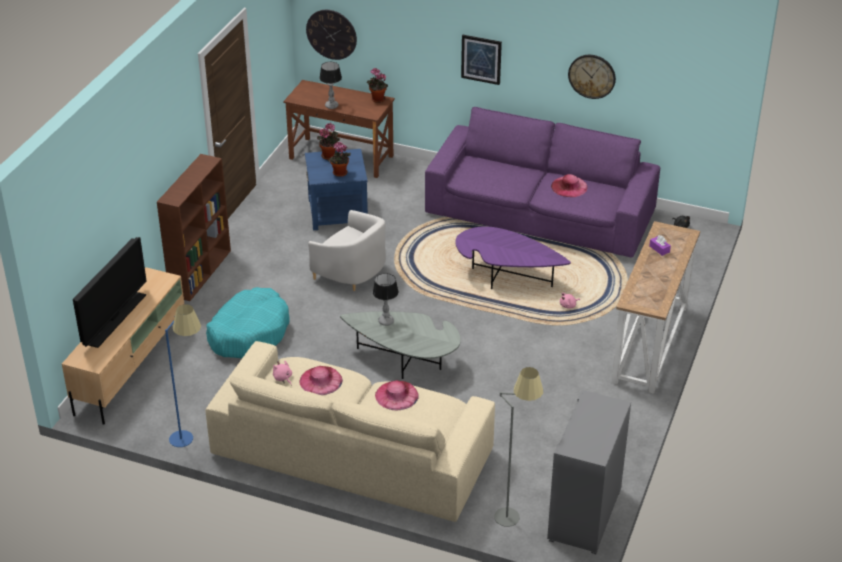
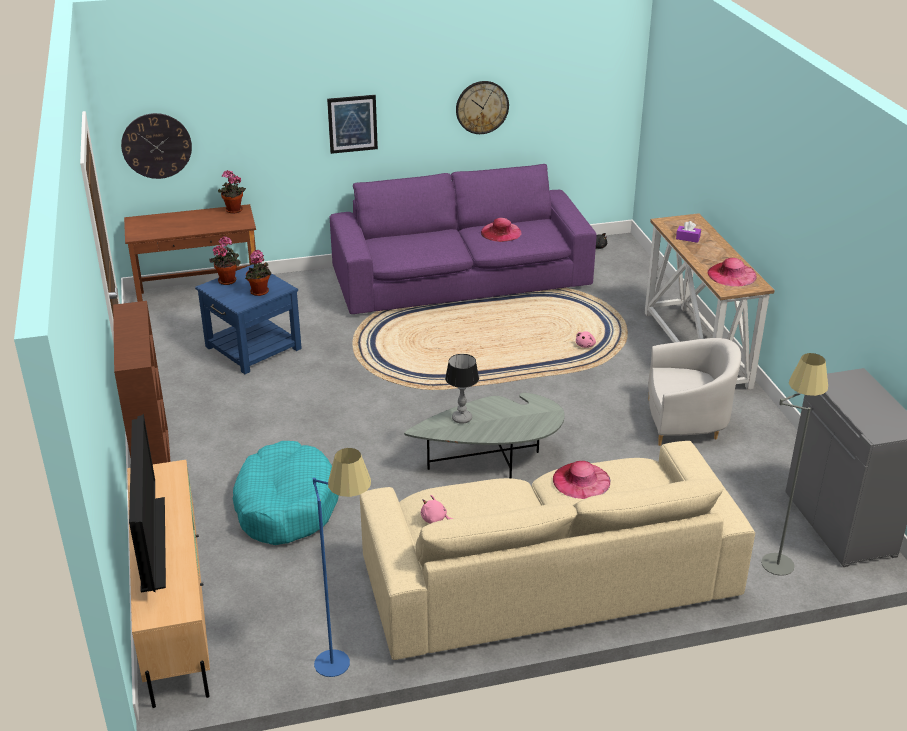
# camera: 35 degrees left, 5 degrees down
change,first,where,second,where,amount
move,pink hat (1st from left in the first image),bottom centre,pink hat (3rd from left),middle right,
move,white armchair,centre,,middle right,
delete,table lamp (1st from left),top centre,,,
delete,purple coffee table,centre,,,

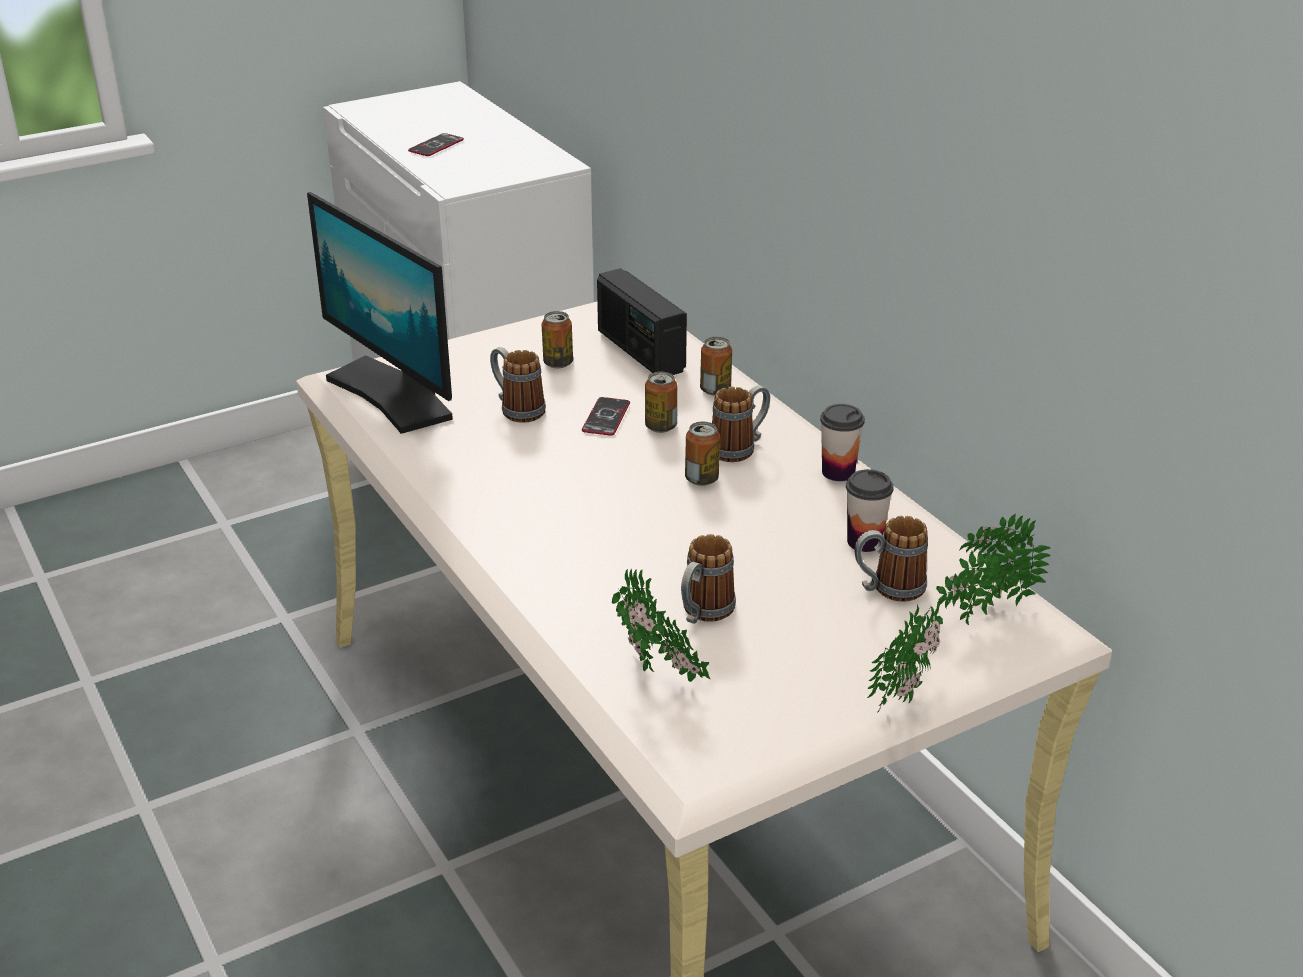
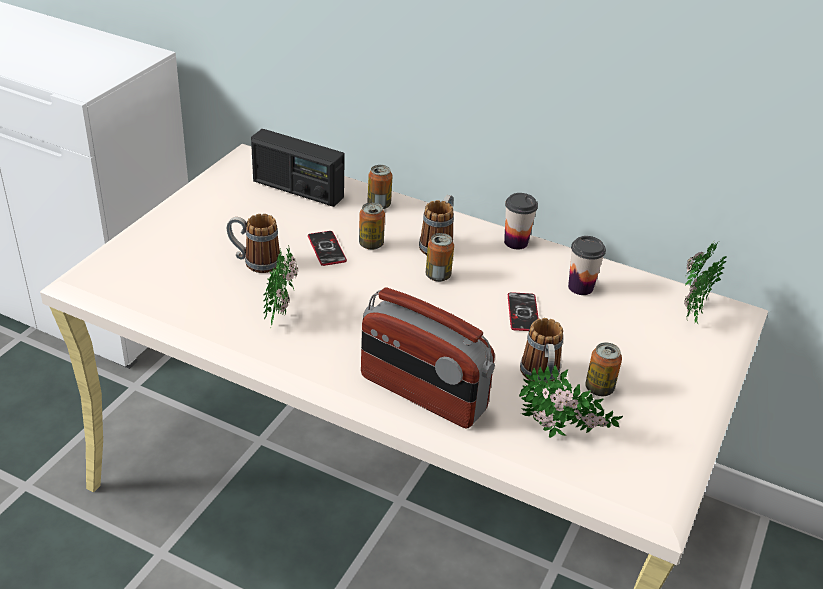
# camera: 35 degrees left, 5 degrees up
change,first,where,second,where,amount
delete,monitor,top left,,,
move,phone (1st from left in the first image),top centre,phone (2nd from left),centre,
move,can (1st from left in the first image),centre,can (4th from left),middle right,
delete,mug (4th from left),middle right,,,
move,potted plant (2nd from left in the first image),bottom right,potted plant (1st from left),centre,
insert,,,radio (2nd from left),centre,

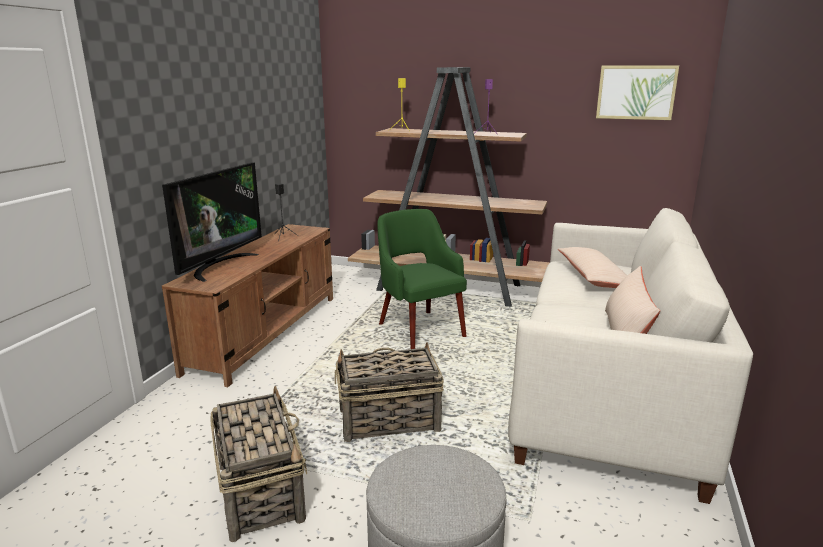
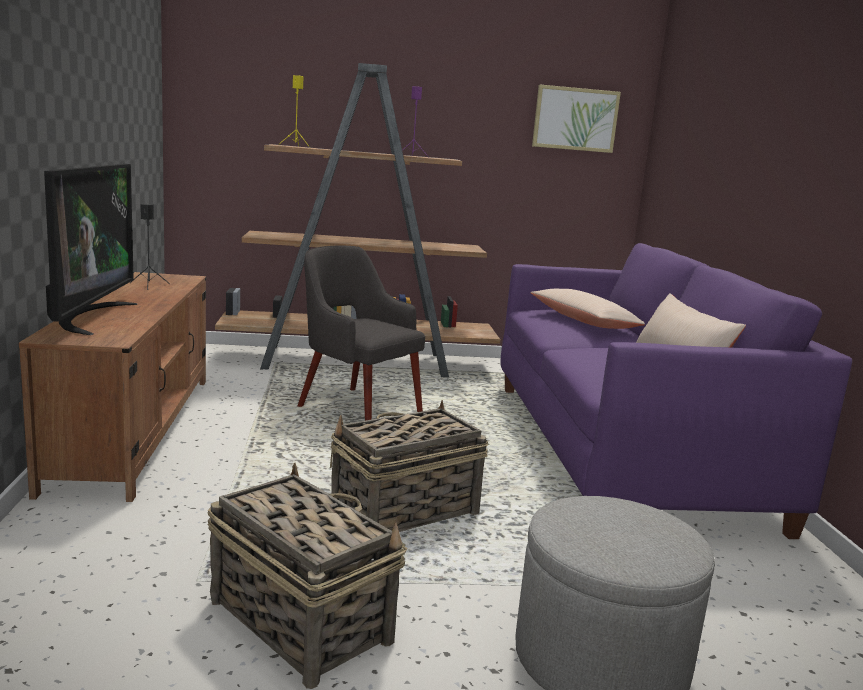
# camera: 25 degrees left, 5 degrees down
change,first,where,second,where,amount
recolor,green armchair,centre,grey armchair,centre,
recolor,white sofa,middle right,purple sofa,middle right,

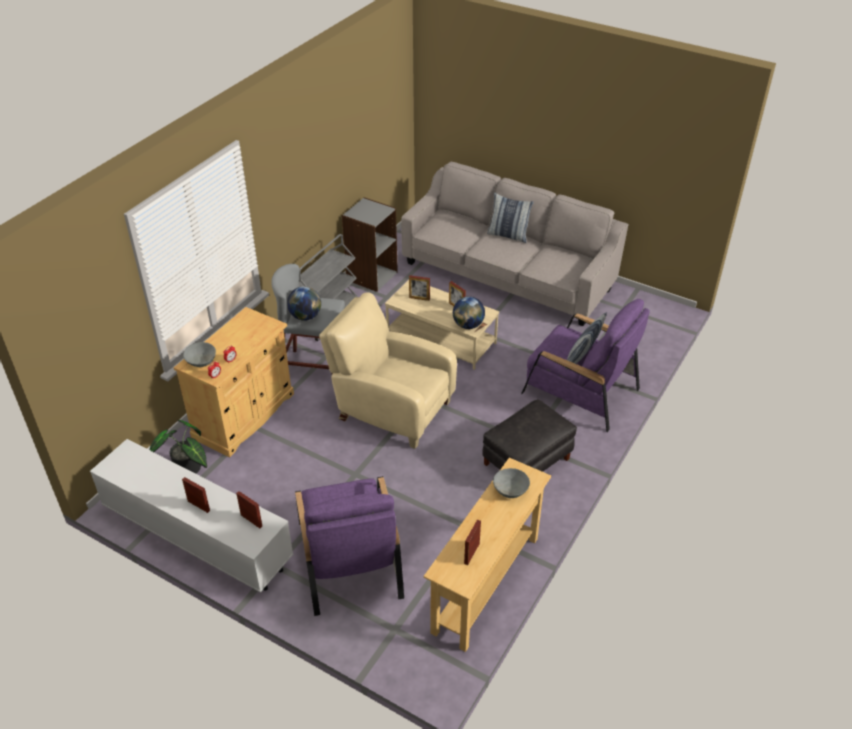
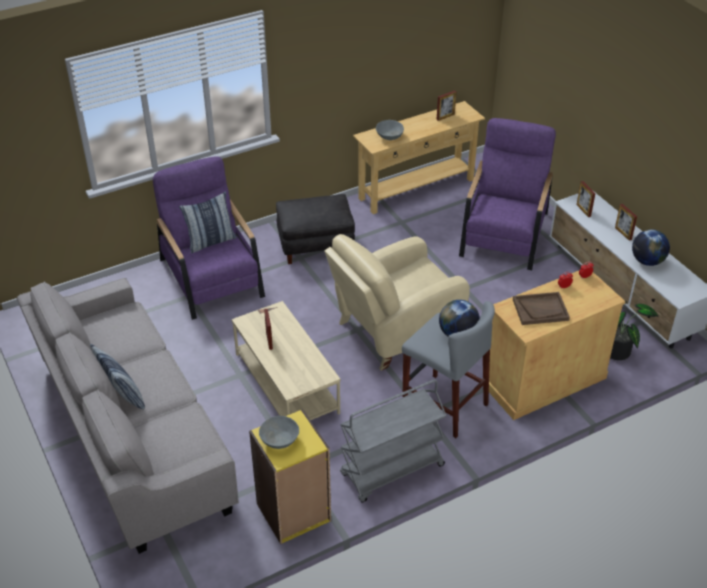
# camera: 150 degrees left, 0 degrees up
change,first,where,second,where,amount
move,grey bowl (1st from left),middle left,,bottom centre,
rotate,beige armchair,centre,,centre,90 degrees clockwise
recolor,grey bookcase,centre,yellow bookcase,bottom centre,
delete,picture frame (3rd from left),centre,,,
move,globe (2nd from left),centre,,middle right,
insert,,,brown tray,middle right,

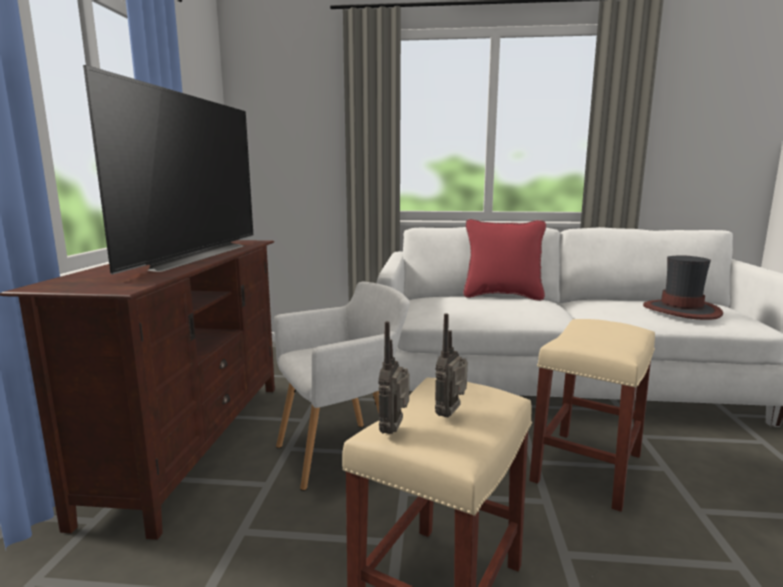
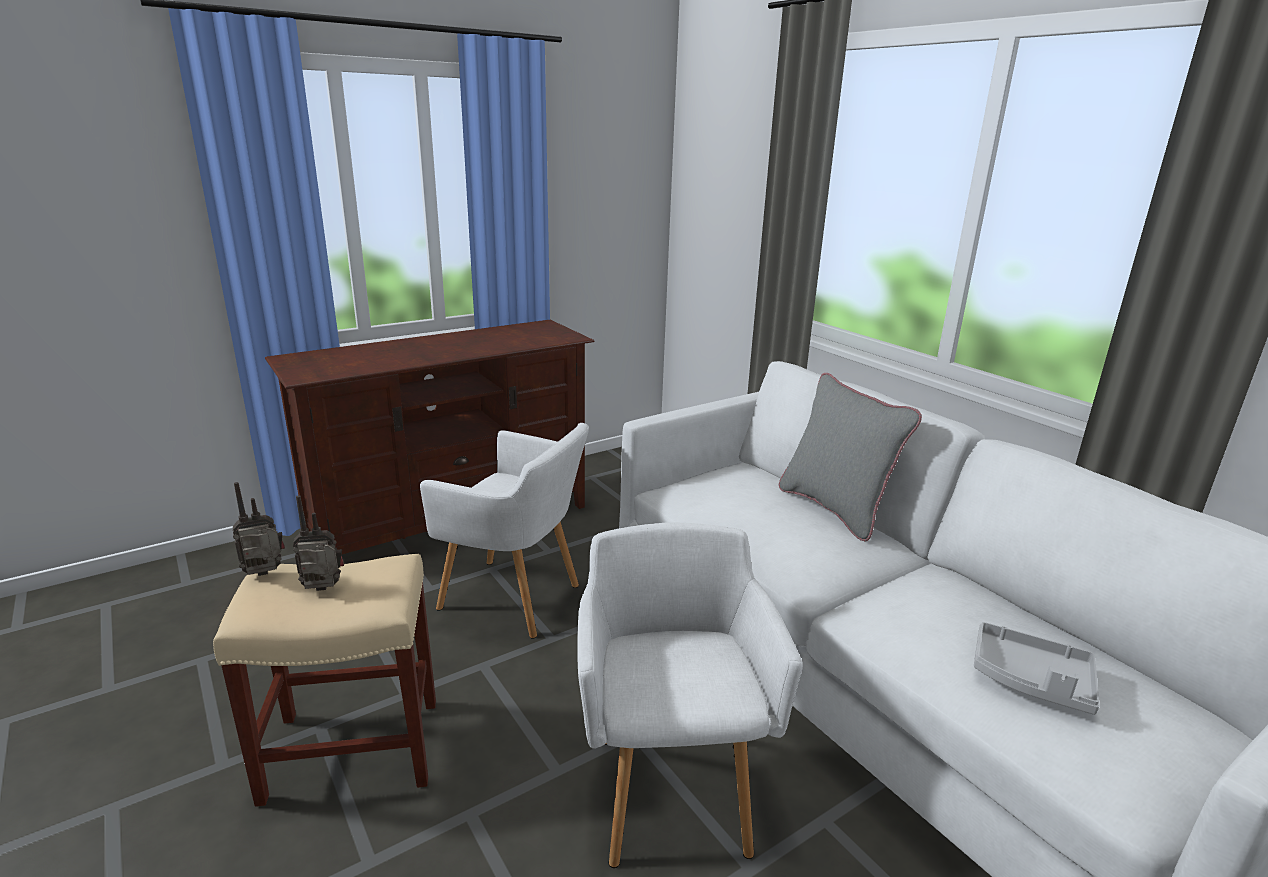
# camera: 50 degrees right, 10 degrees up
change,first,where,second,where,amount
delete,television,top left,,,
recolor,red pillow,centre,grey pillow,middle right,
replace,beige stool (2nd from left),bottom right,white armchair (2nd from left),bottom centre,
replace,hat,middle right,grey tray,bottom right,

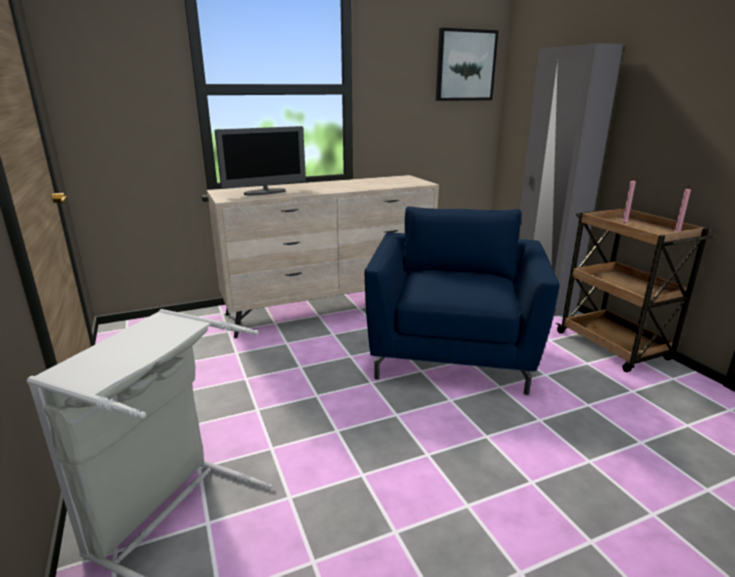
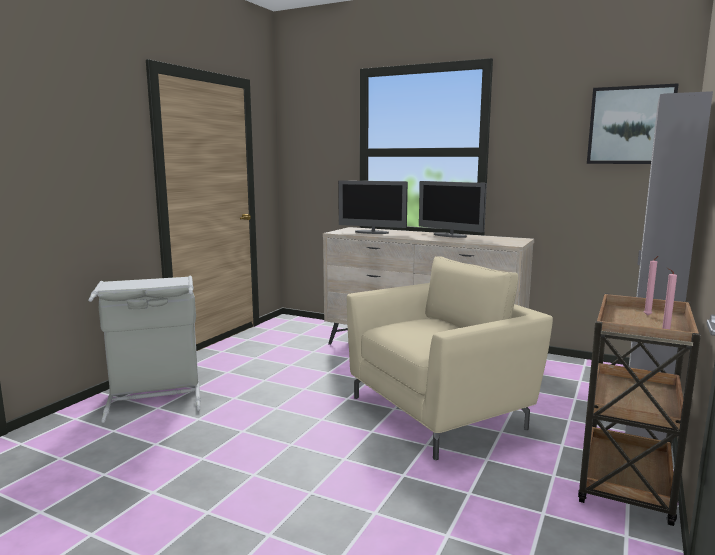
# camera: 50 degrees right, 10 degrees down
change,first,where,second,where,amount
recolor,blue armchair,centre,beige armchair,centre,
insert,,,monitor (2nd from left),centre,

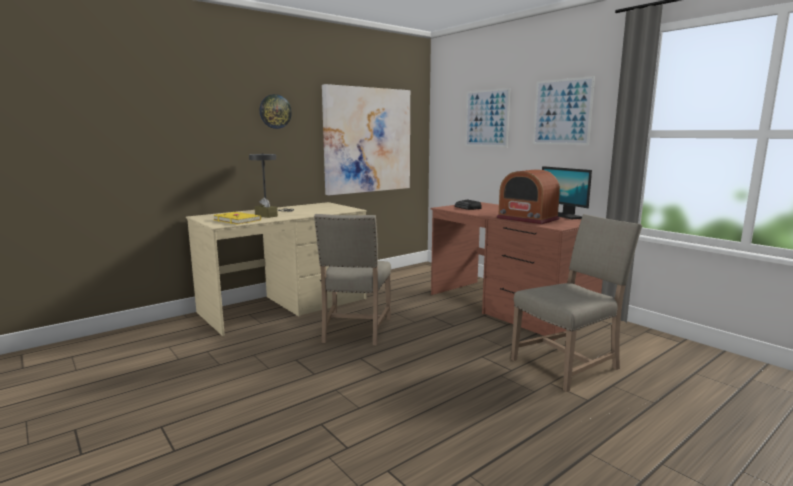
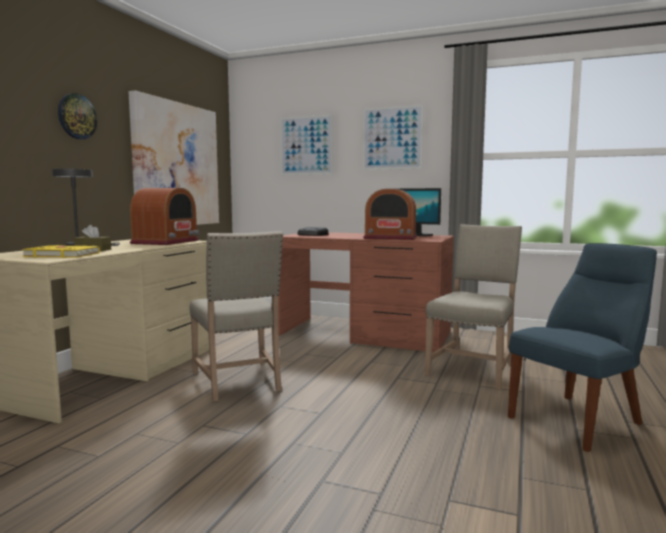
# camera: 30 degrees left, 5 degrees down
change,first,where,second,where,amount
insert,,,radio (1st from left),middle left,
insert,,,blue chair,middle right,

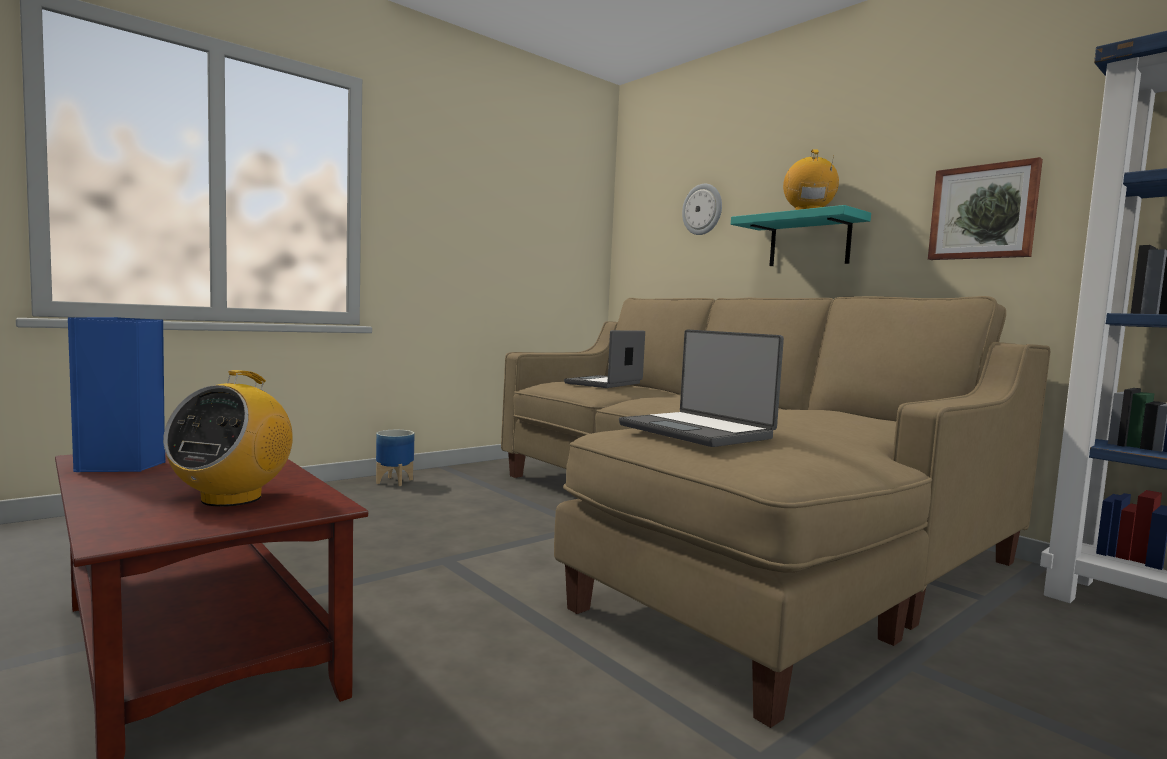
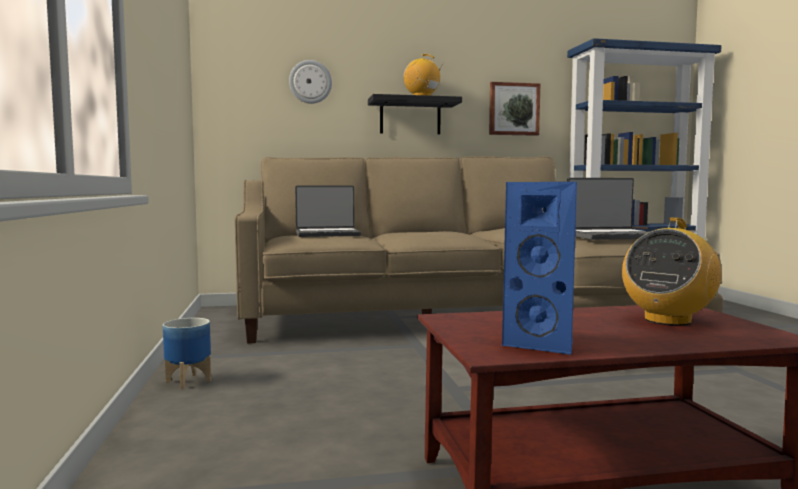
# camera: 60 degrees left, 0 degrees up
change,first,where,second,where,amount
rotate,radio (1st from left in the first image),middle left,radio (2nd from left),middle right,90 degrees clockwise
rotate,laptop (1st from left),centre,,centre,75 degrees counterclockwise
recolor,turquoise shelf,top right,black shelf,top centre,

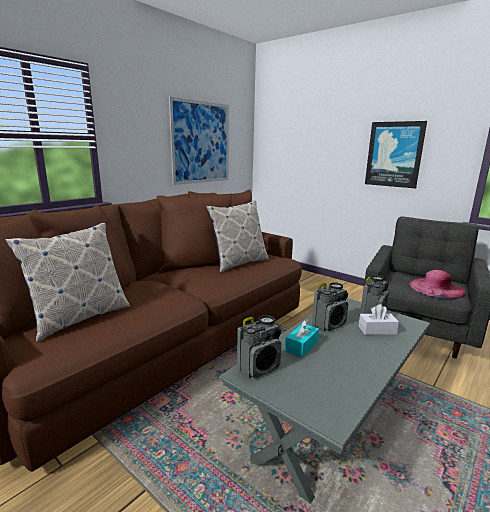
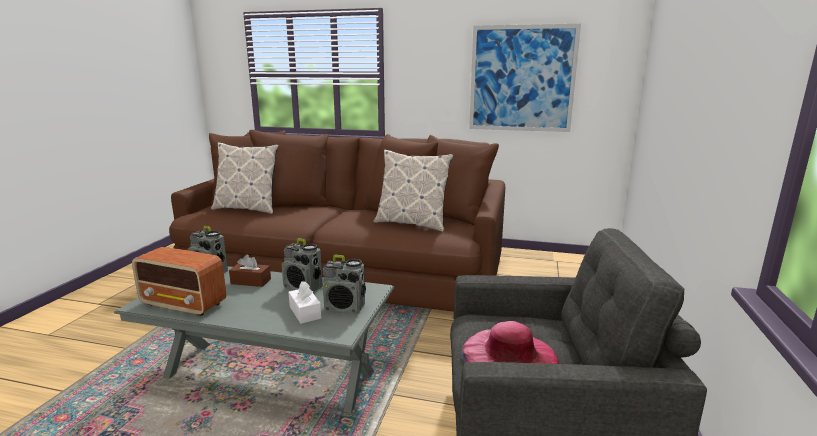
# camera: 65 degrees right, 0 degrees up
change,first,where,second,where,amount
recolor,turquoise tissue box,centre,brown tissue box,middle left,
delete,picture (2nd from left),top right,,,
insert,,,radio (1st from left),middle left,

